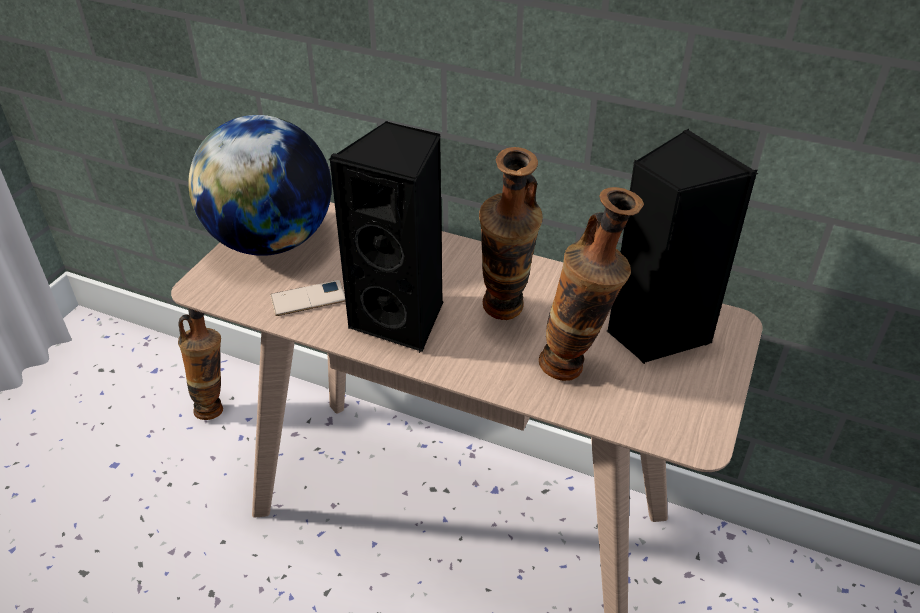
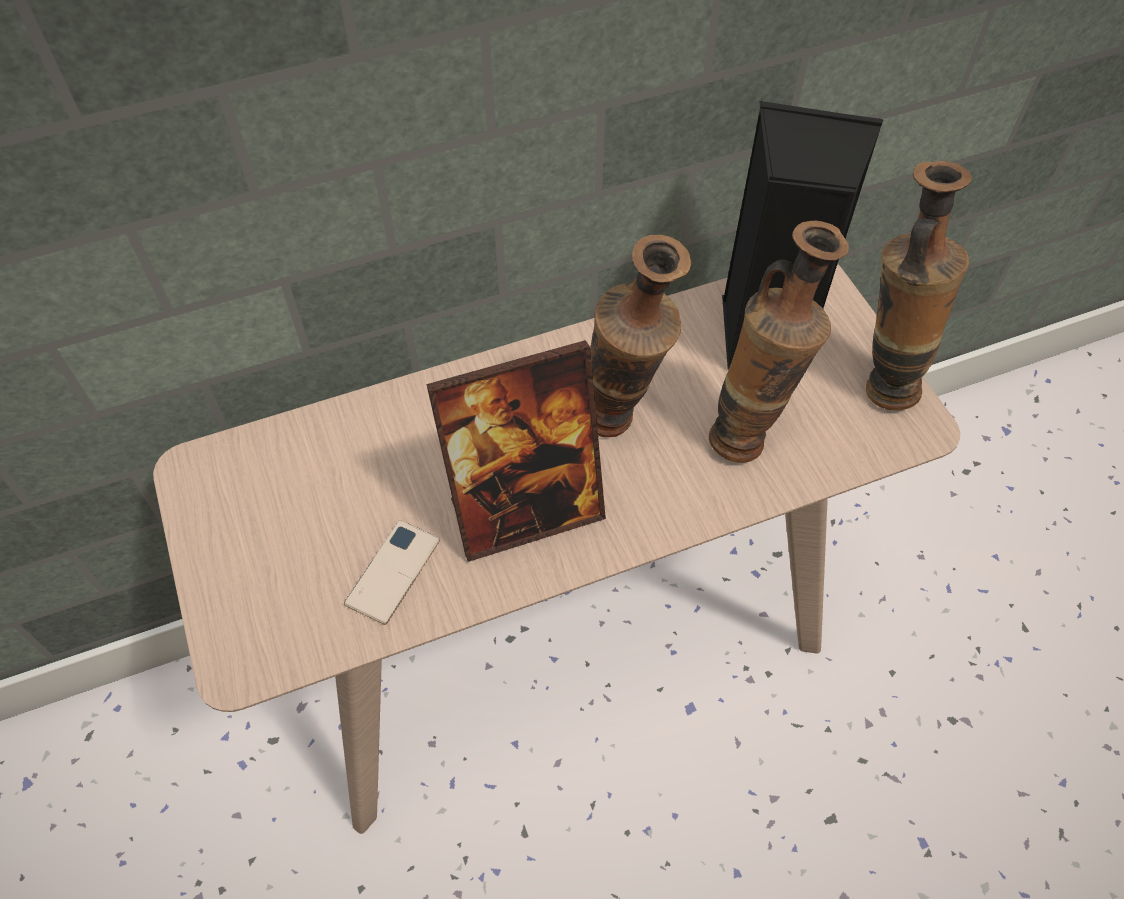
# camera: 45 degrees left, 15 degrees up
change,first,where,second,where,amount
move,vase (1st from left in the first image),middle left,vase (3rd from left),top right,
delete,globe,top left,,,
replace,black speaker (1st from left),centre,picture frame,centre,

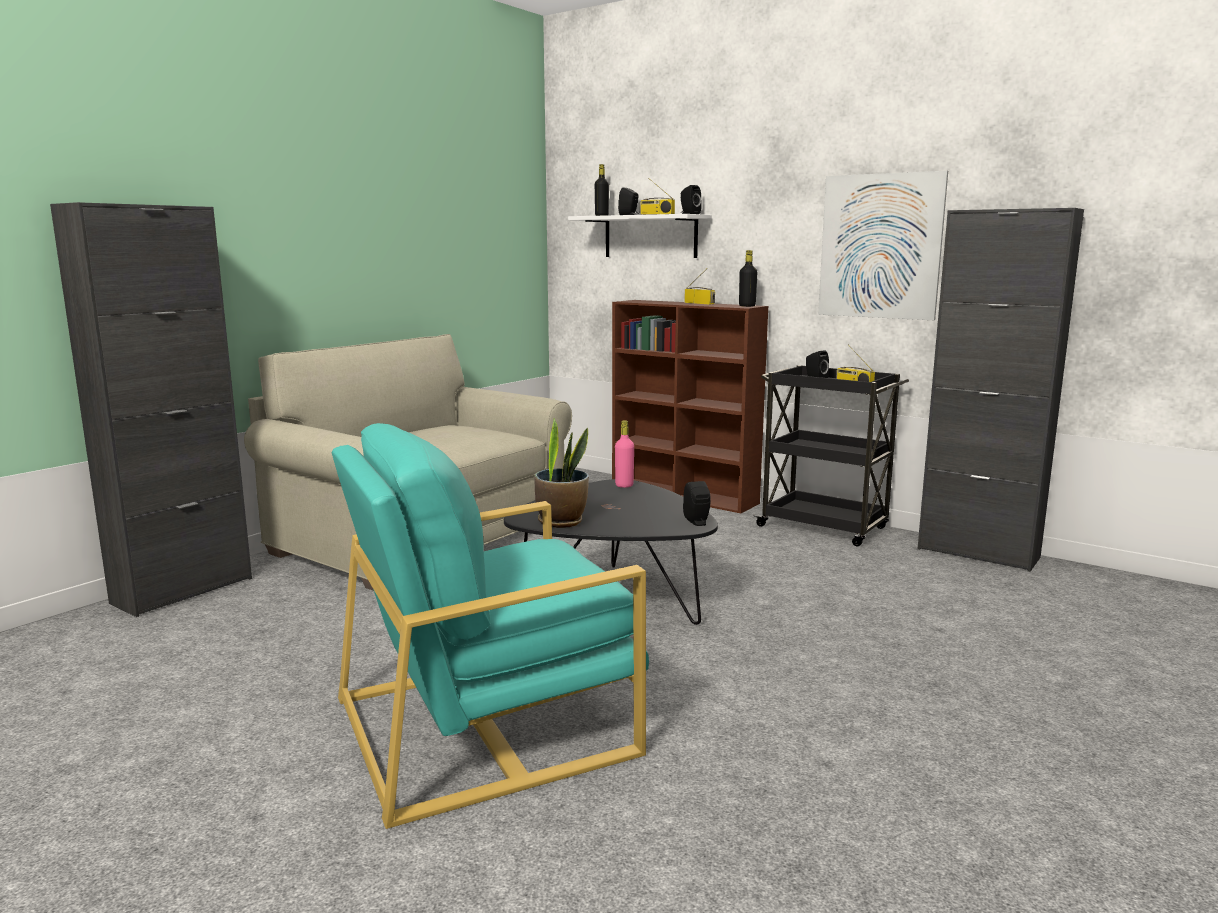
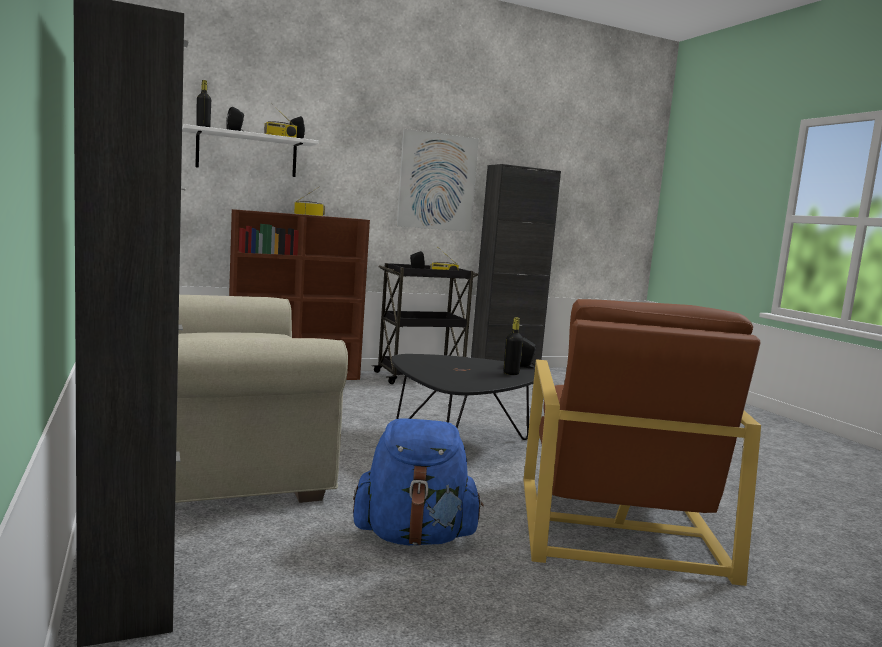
# camera: 60 degrees left, 5 degrees down
change,first,where,second,where,amount
recolor,turquoise armchair,bottom centre,brown armchair,bottom right,
delete,potted plant,centre,,,
delete,pink bottle,centre,,,
move,black bottle (2nd from left),top centre,,centre,
insert,,,blue backpack,bottom centre,

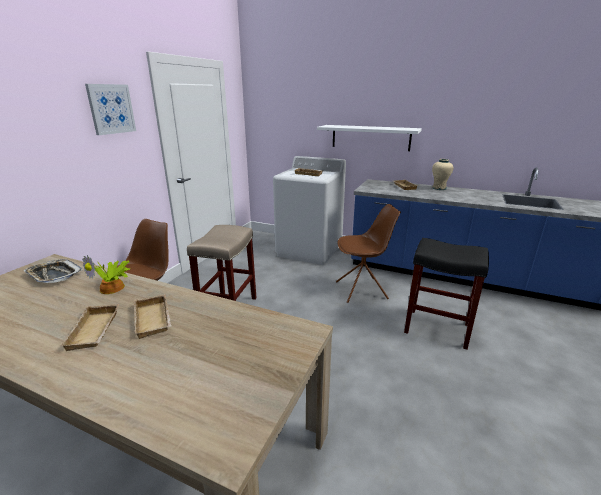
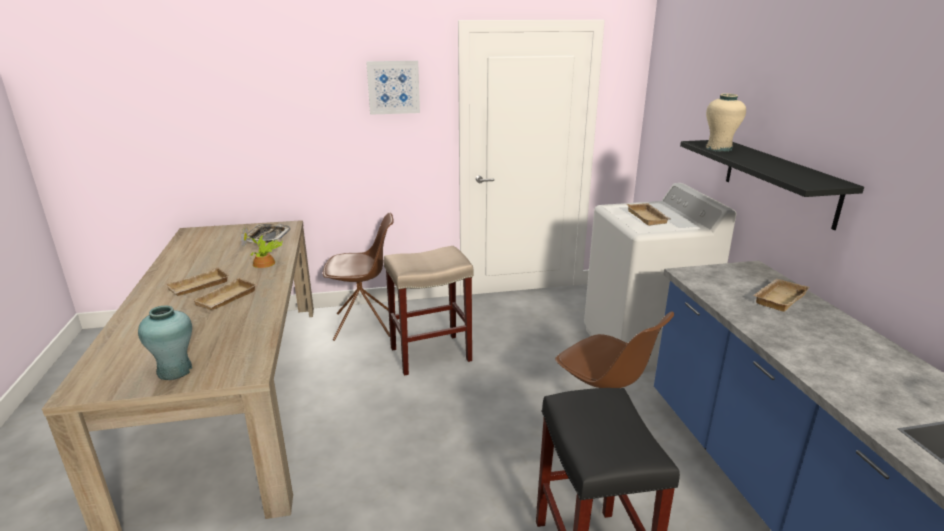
# camera: 55 degrees right, 0 degrees up
change,first,where,second,where,amount
recolor,white shelf,top centre,black shelf,middle right,
move,beige vase,middle right,,top right,
insert,,,turquoise vase,middle left,

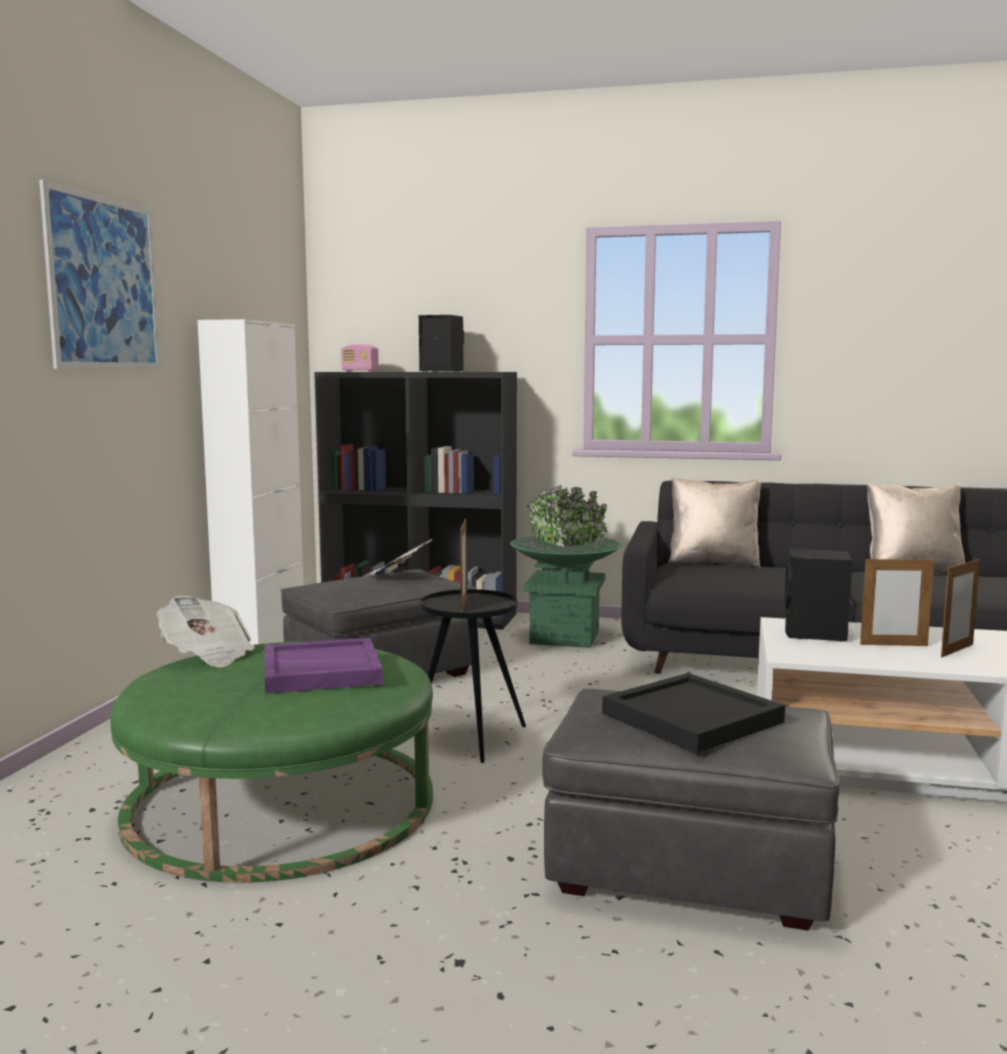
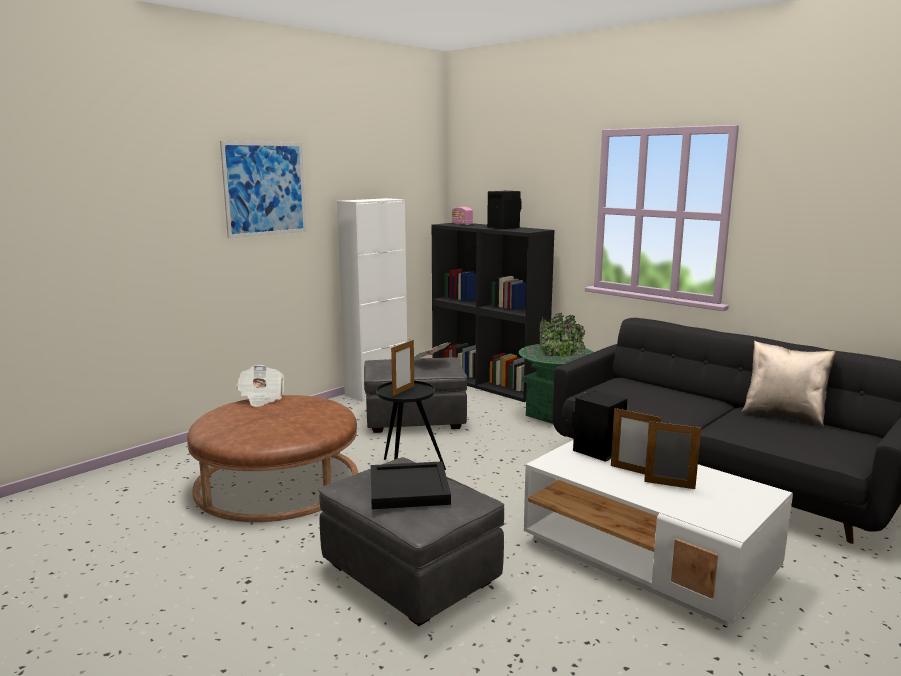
# camera: 30 degrees right, 5 degrees up
change,first,where,second,where,amount
recolor,green ottoman,bottom left,brown ottoman,bottom left,
delete,purple tray,middle left,,,
delete,beige pillow (1st from left),middle right,,,
rotate,picture frame (3rd from left),middle right,,bottom right,150 degrees counterclockwise

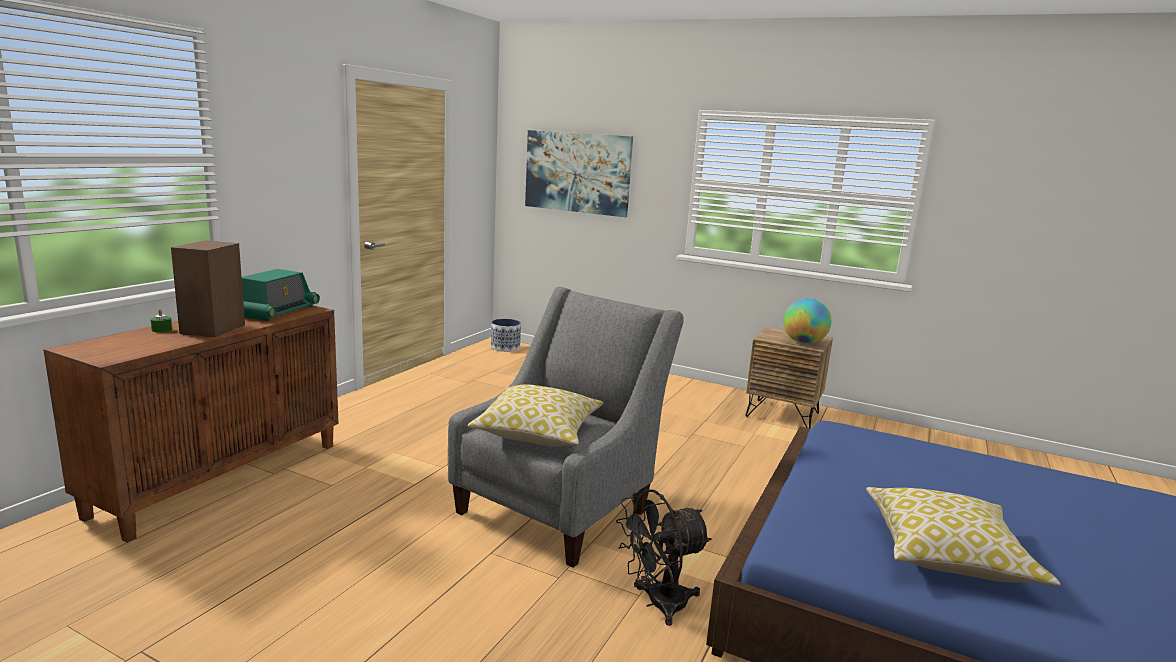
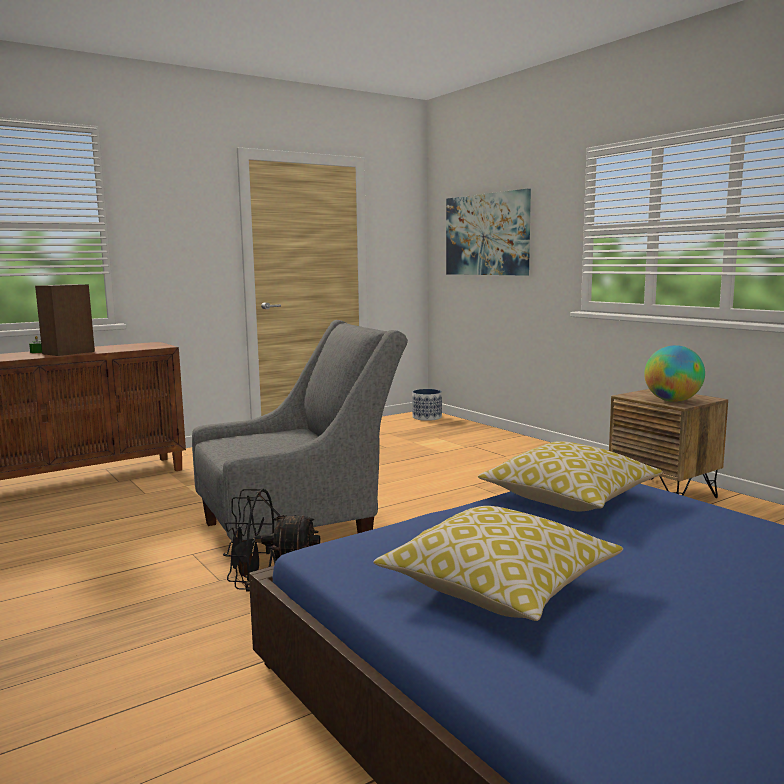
# camera: 30 degrees right, 5 degrees down
change,first,where,second,where,amount
delete,radio,middle left,,,
move,pillow (1st from left in the first image),centre,pillow (2nd from left),middle right,

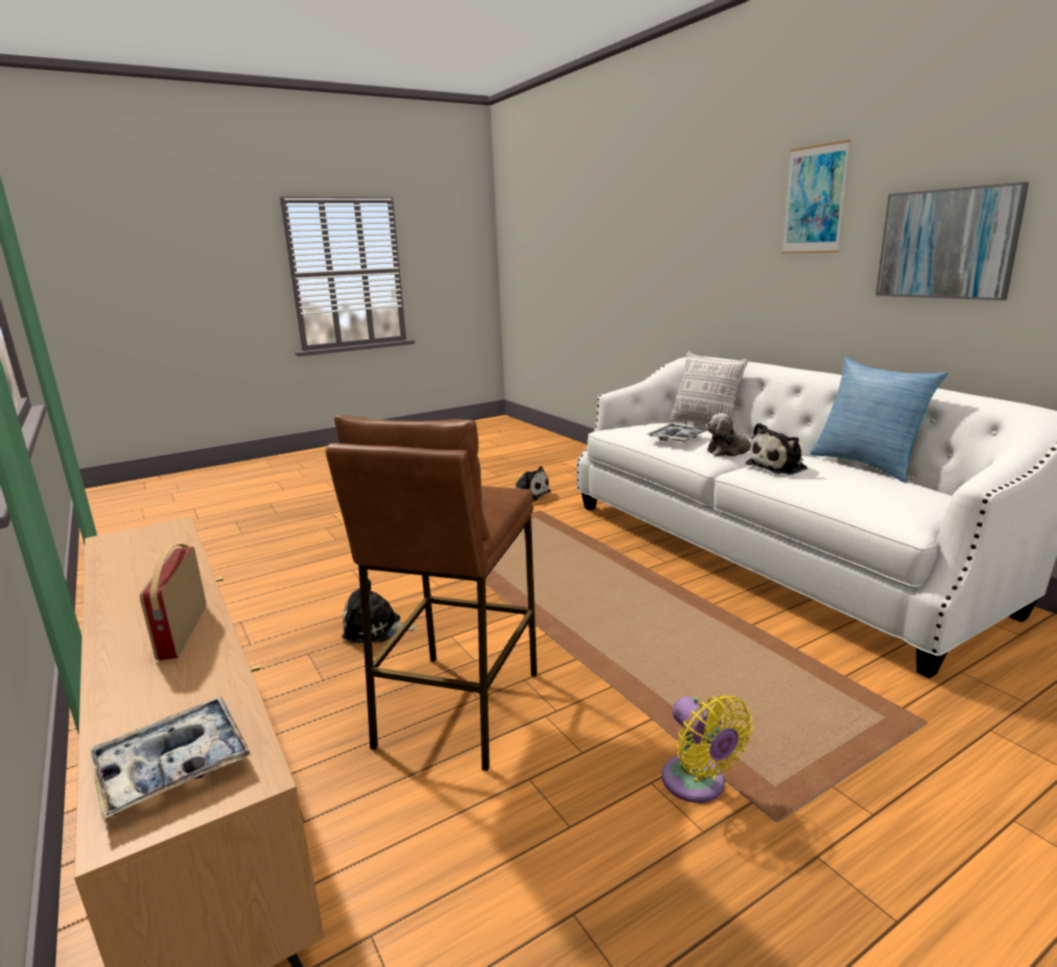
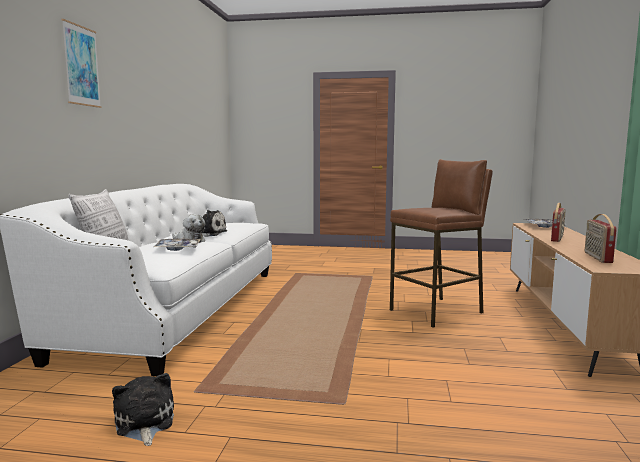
# camera: 140 degrees left, 10 degrees down
change,first,where,second,where,amount
delete,plush toy (1st from left),centre,,,
delete,yellow fan,bottom right,,,
delete,pillow (2nd from left),middle right,,,
delete,picture (2nd from left),top right,,,
insert,,,radio (2nd from left),middle right,

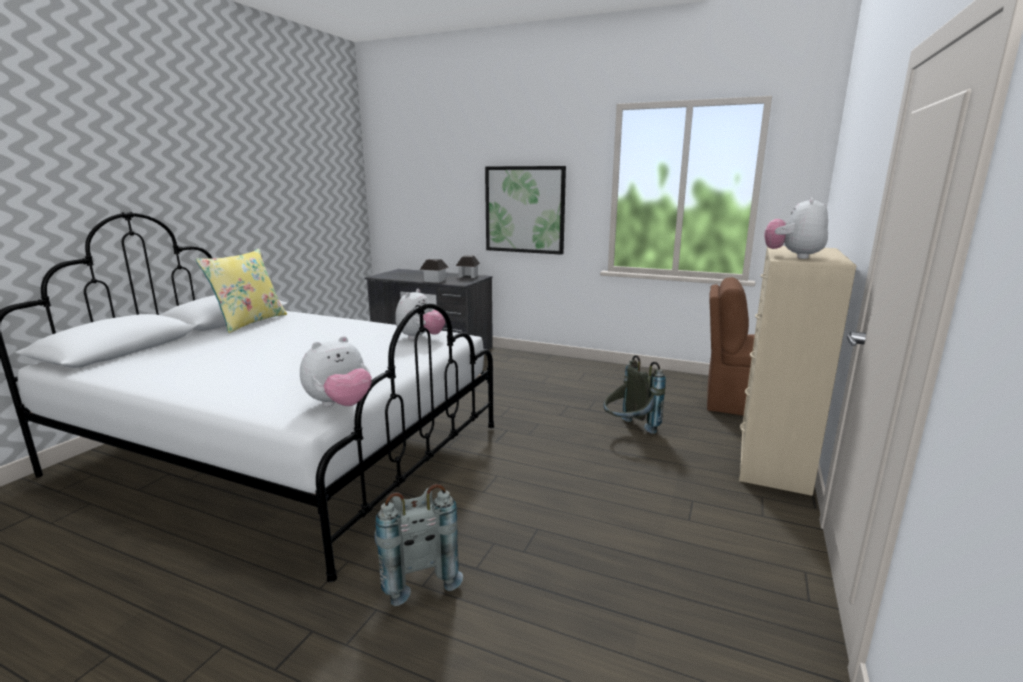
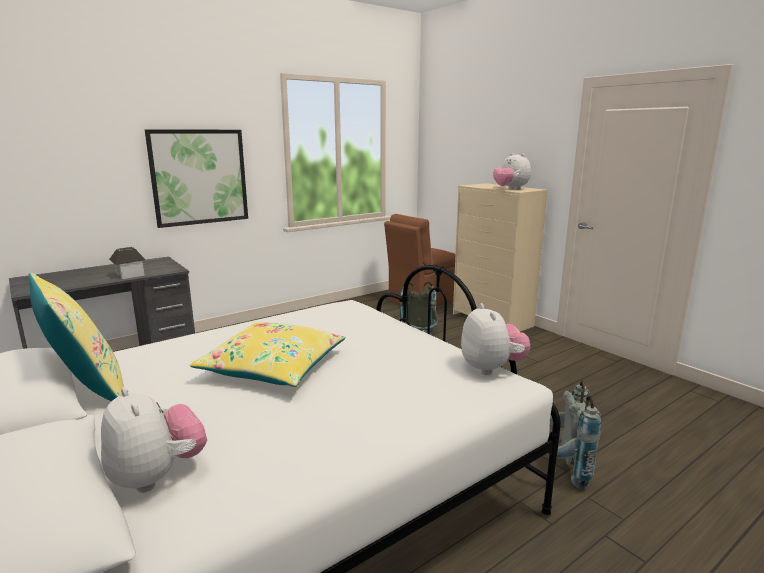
# camera: 60 degrees left, 0 degrees up
change,first,where,second,where,amount
move,plush toy (2nd from left in the first image),centre,plush toy (1st from left),bottom left,
delete,toy house (2nd from left),centre,,,
insert,,,yellow pillow (2nd from left),centre,

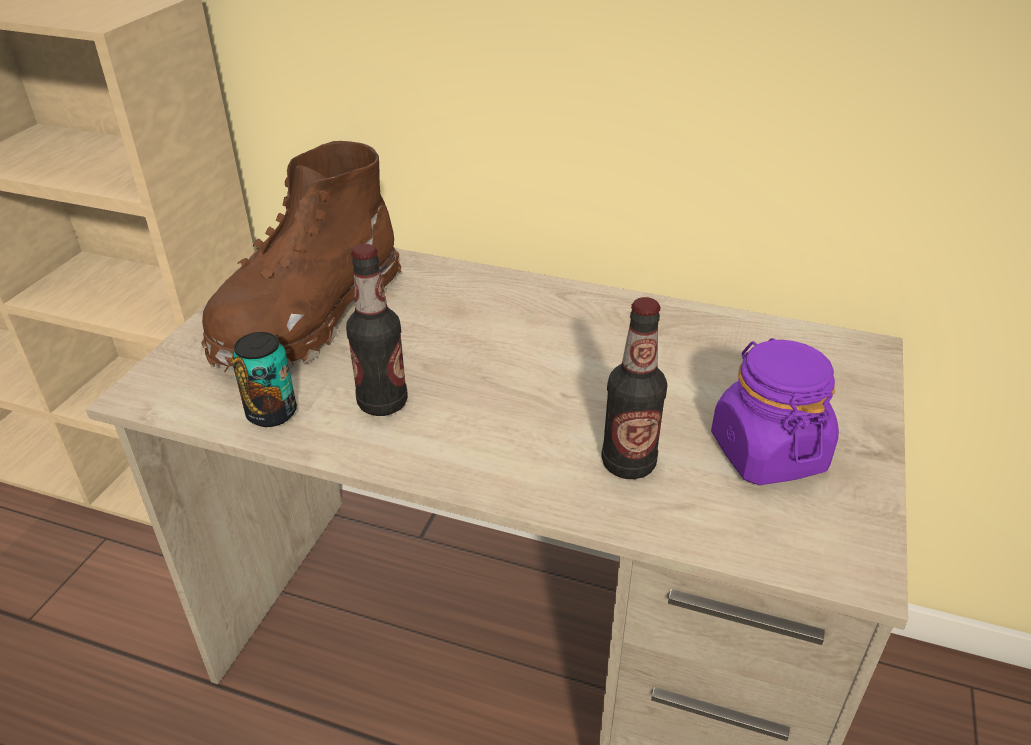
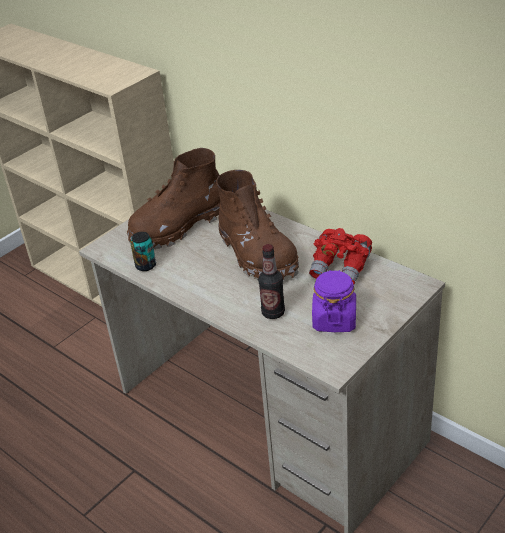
# camera: 25 degrees right, 0 degrees up
change,first,where,second,where,amount
delete,bottle (1st from left),centre,,,
insert,,,brown boot (2nd from left),centre,
insert,,,red binoculars,middle right,

